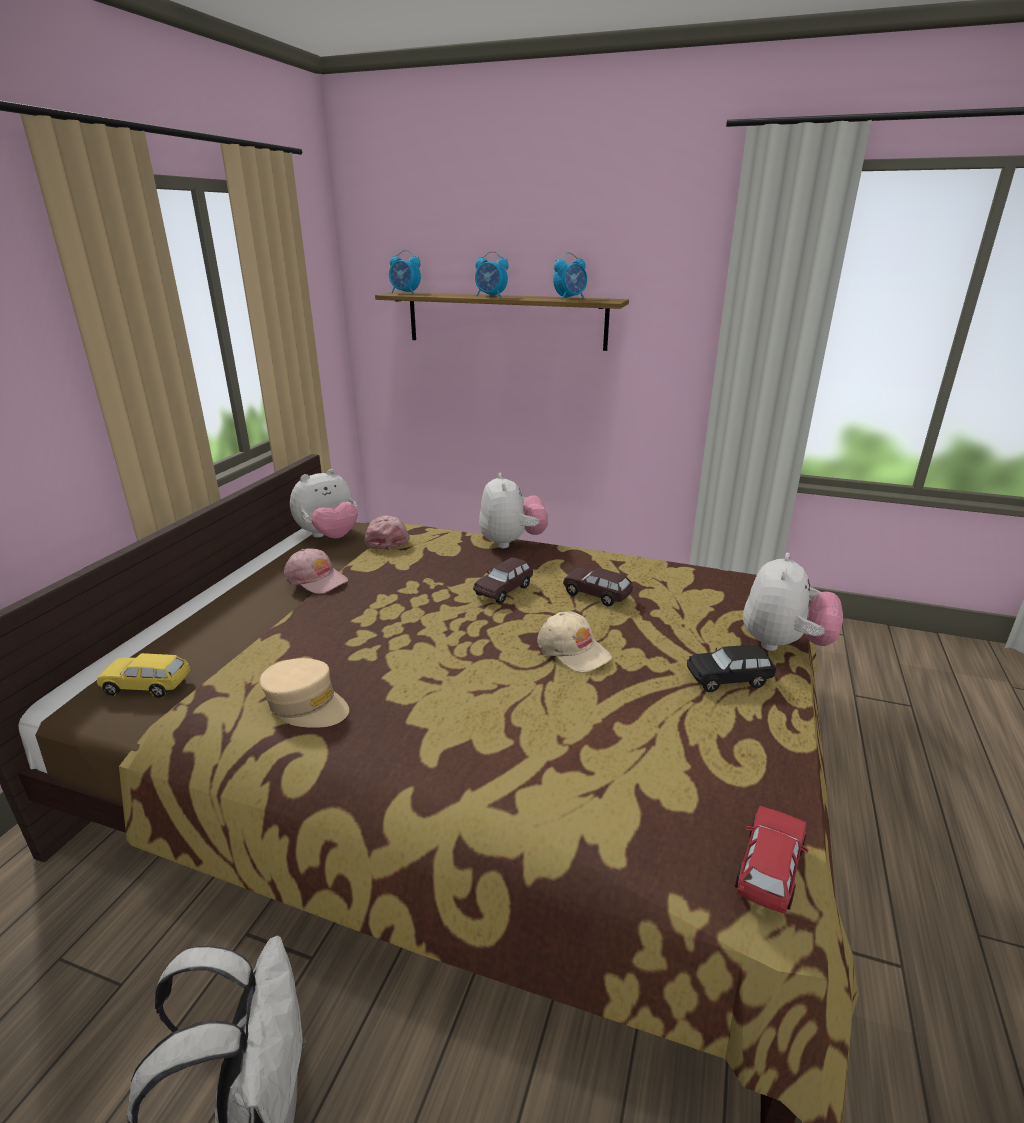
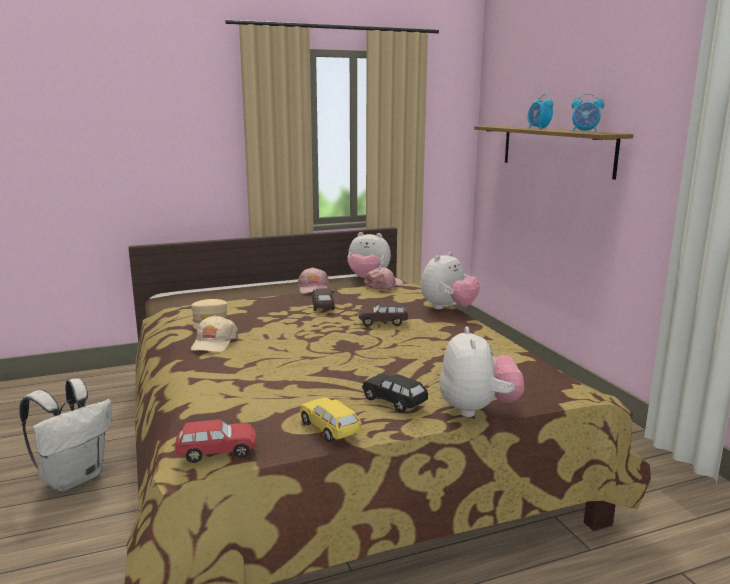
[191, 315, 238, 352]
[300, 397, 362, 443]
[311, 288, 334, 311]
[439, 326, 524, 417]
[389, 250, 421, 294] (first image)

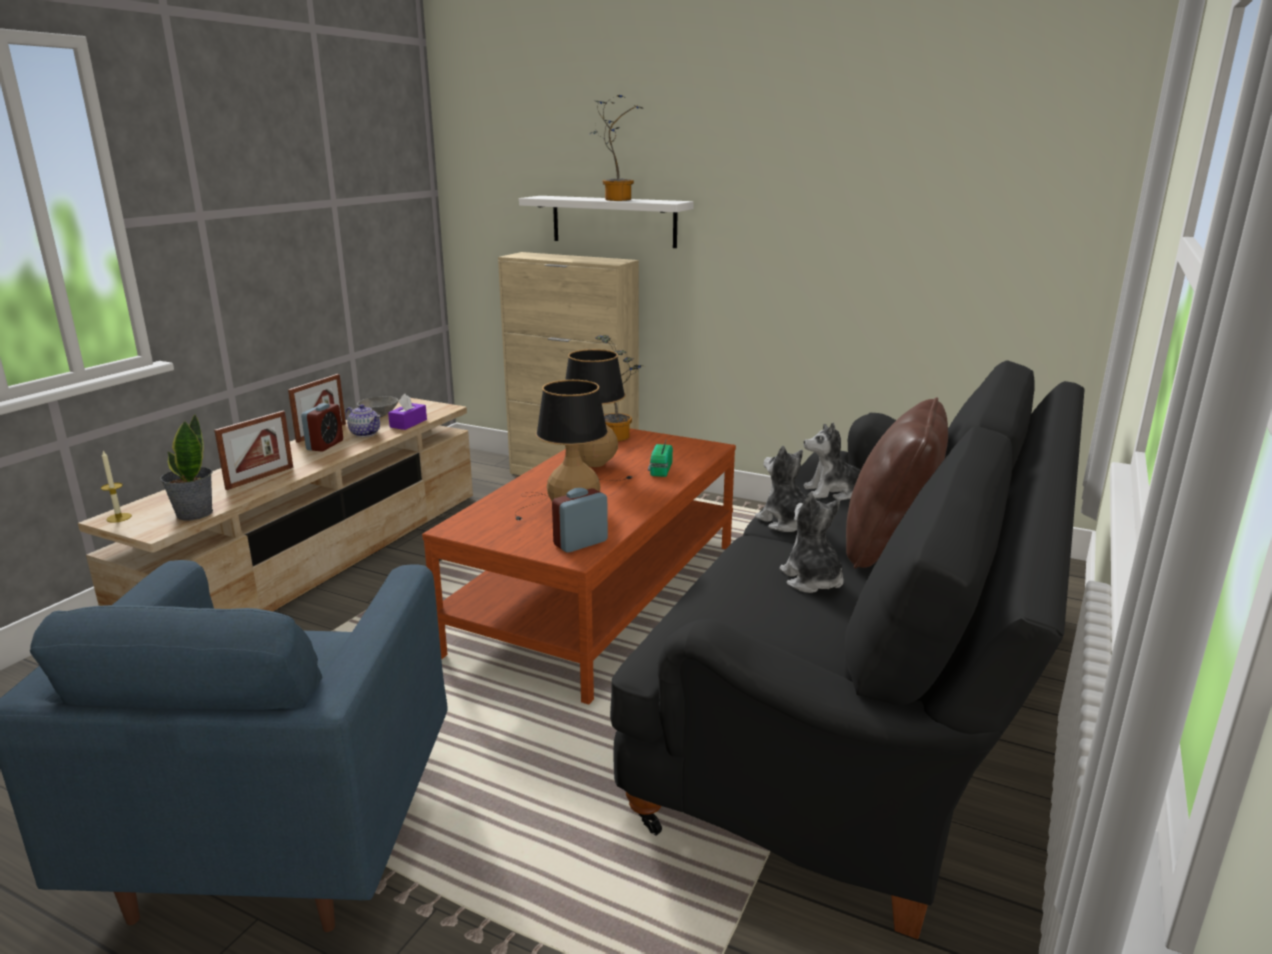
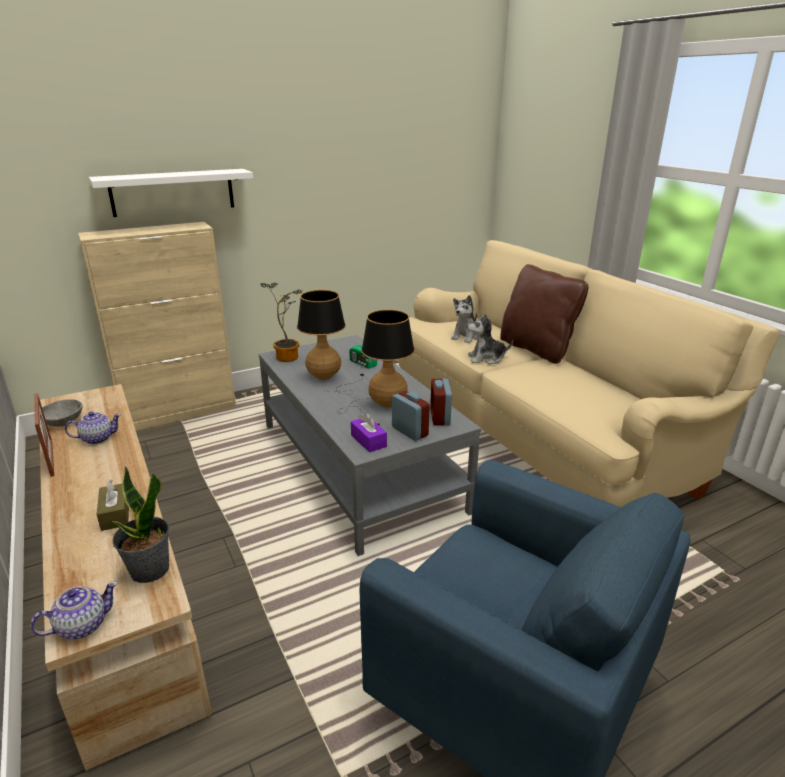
[30, 581, 118, 639]
[97, 480, 129, 531]
[259, 335, 481, 556]
[351, 413, 387, 453]
[392, 391, 430, 441]
[398, 240, 780, 507]
[590, 95, 643, 201] (first image)
[780, 493, 844, 593] (first image)

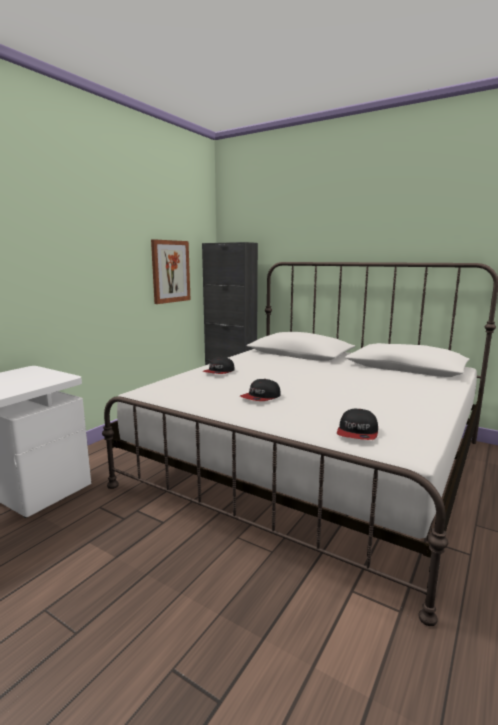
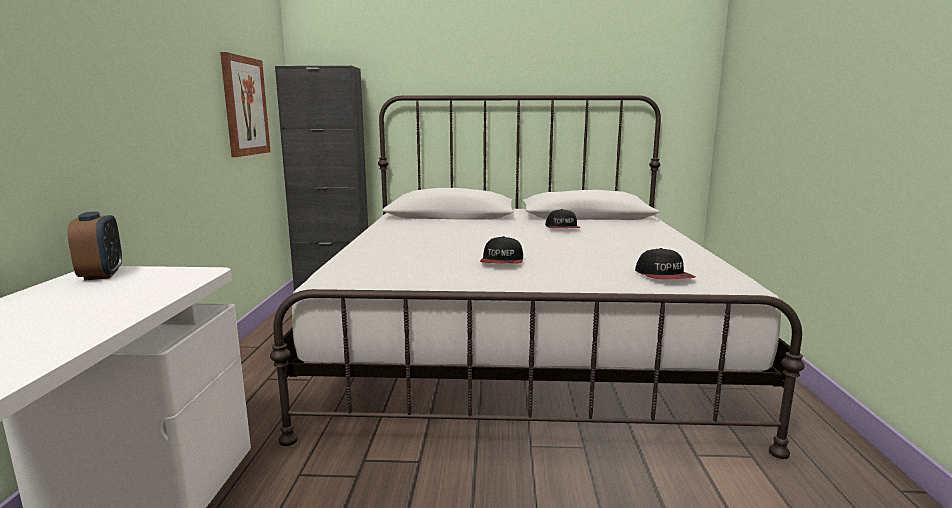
[67, 211, 122, 280]
[545, 209, 580, 228]

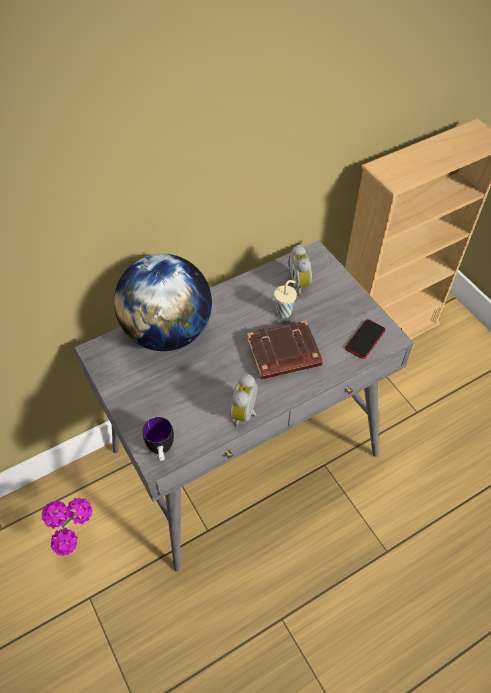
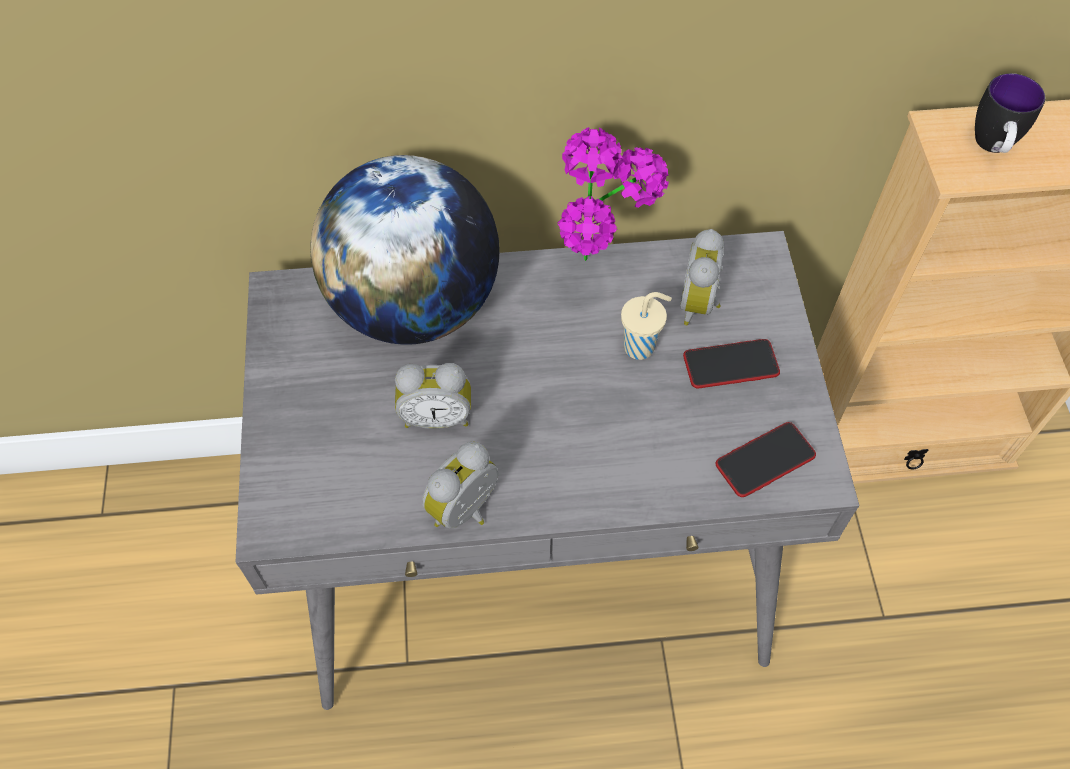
[395, 363, 471, 429]
[558, 127, 669, 261]
[683, 339, 780, 388]
[975, 73, 1045, 153]
[247, 320, 323, 380] (first image)

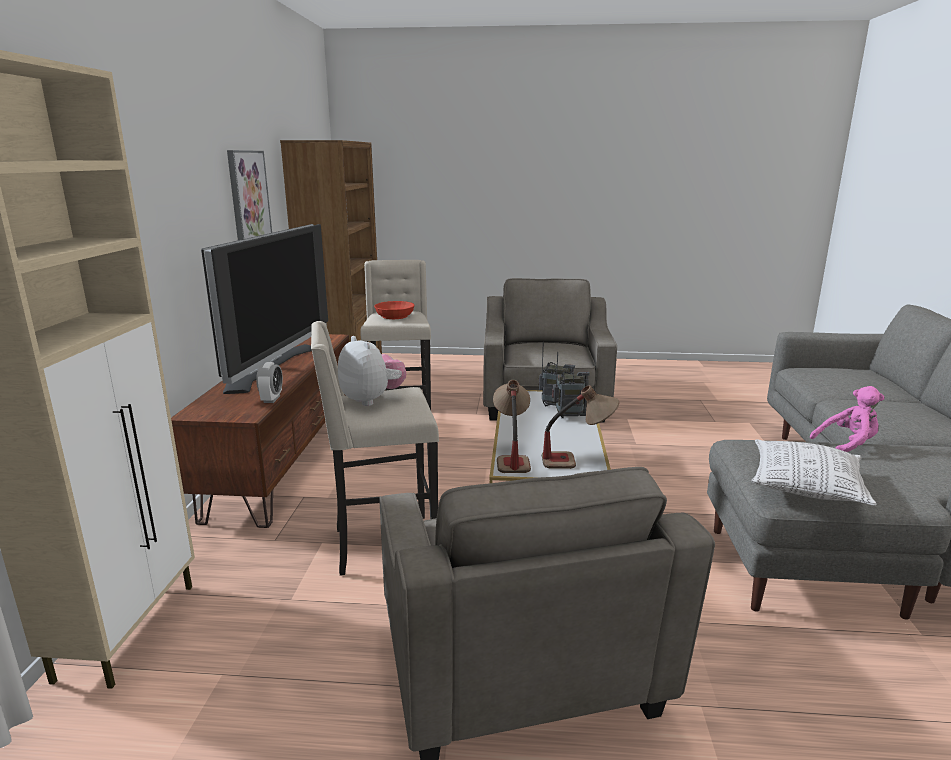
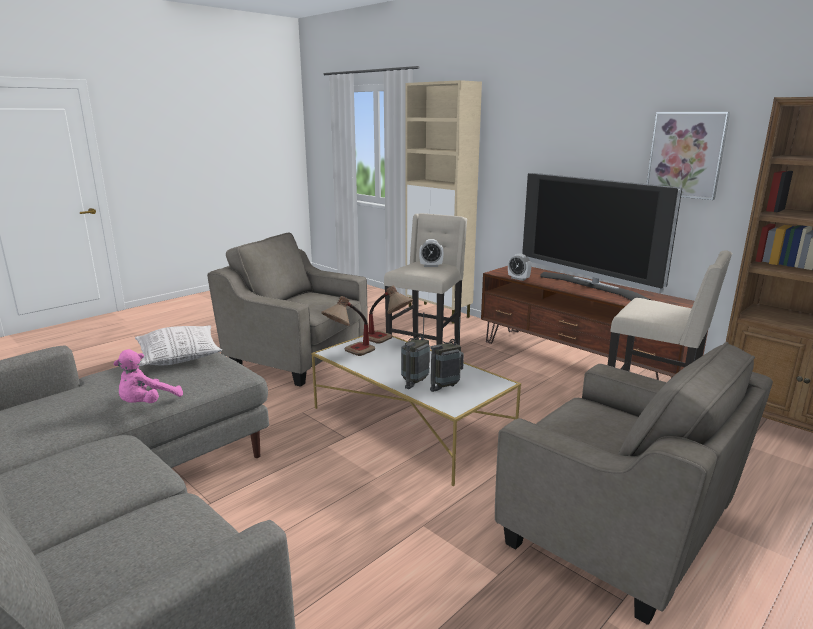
[419, 239, 444, 267]
[374, 301, 415, 319] (first image)

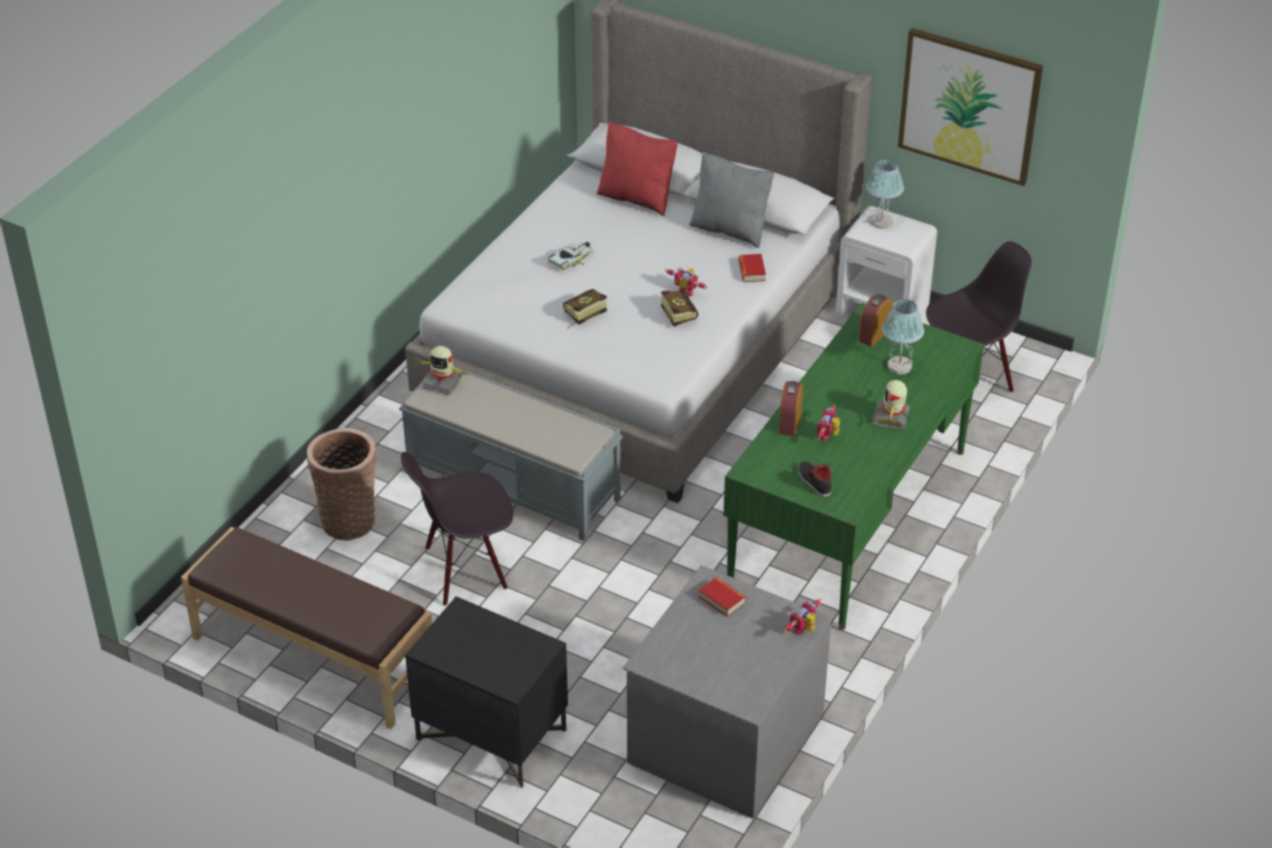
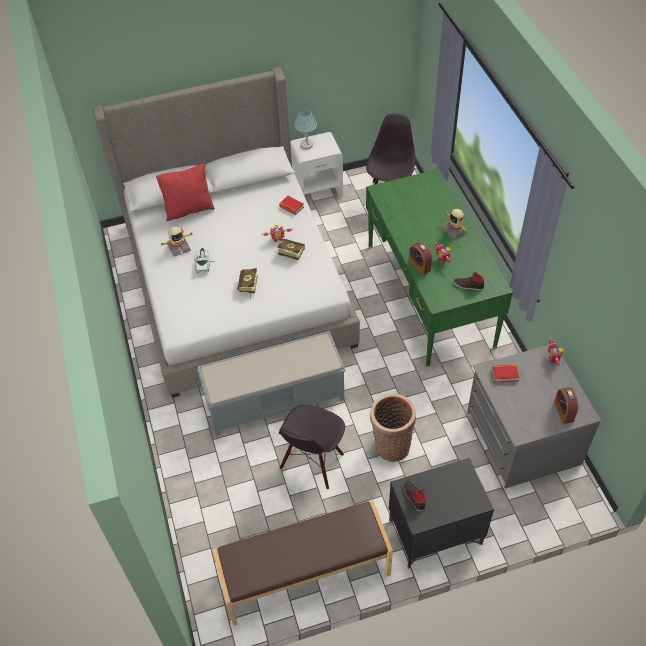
[161, 227, 194, 257]
[370, 393, 416, 462]
[404, 480, 426, 511]
[554, 387, 578, 424]
[689, 152, 774, 248] (first image)
[882, 299, 924, 375] (first image)
[898, 28, 1043, 186] (first image)

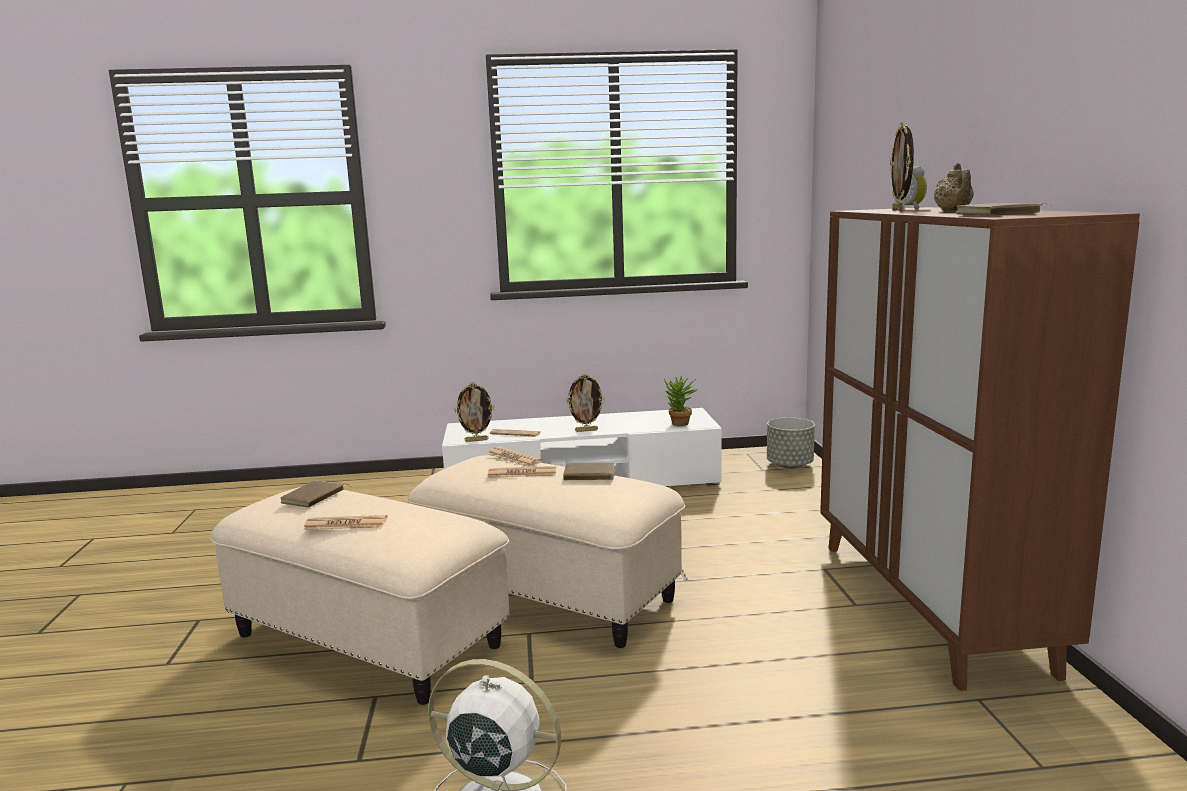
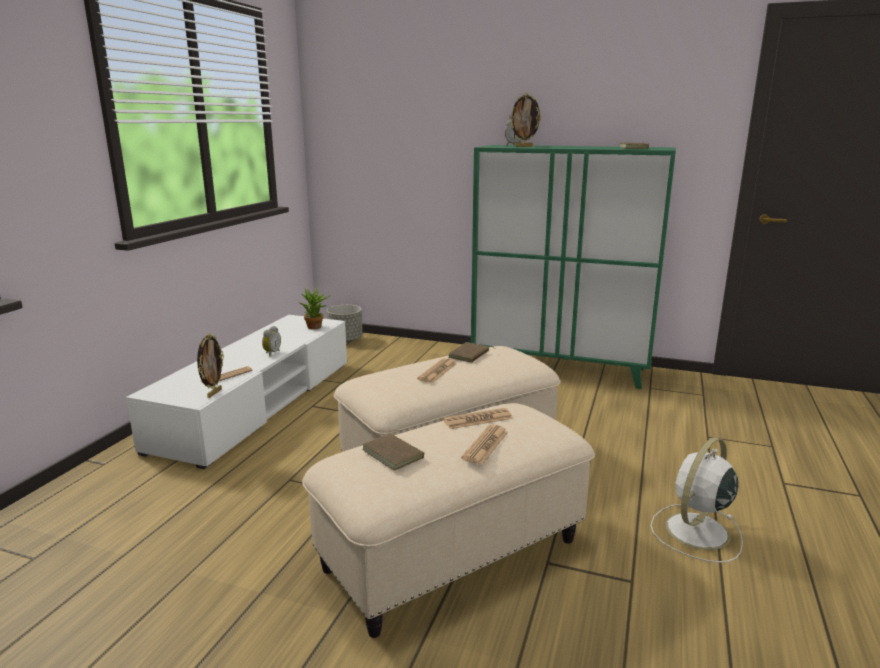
[262, 326, 281, 357]
[443, 408, 513, 429]
[471, 145, 676, 389]
[934, 163, 974, 212] (first image)

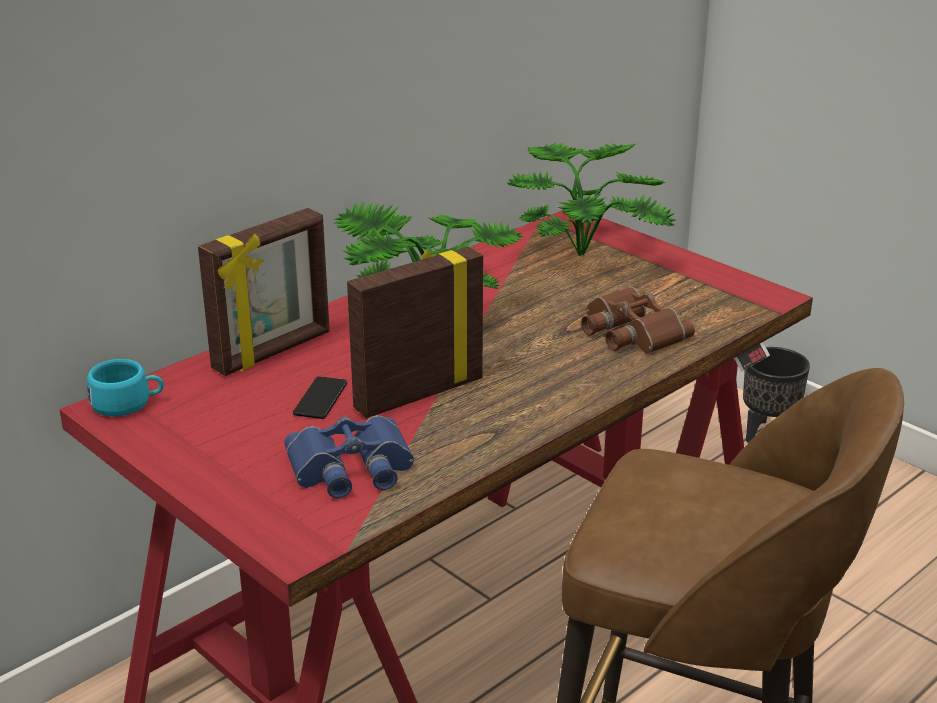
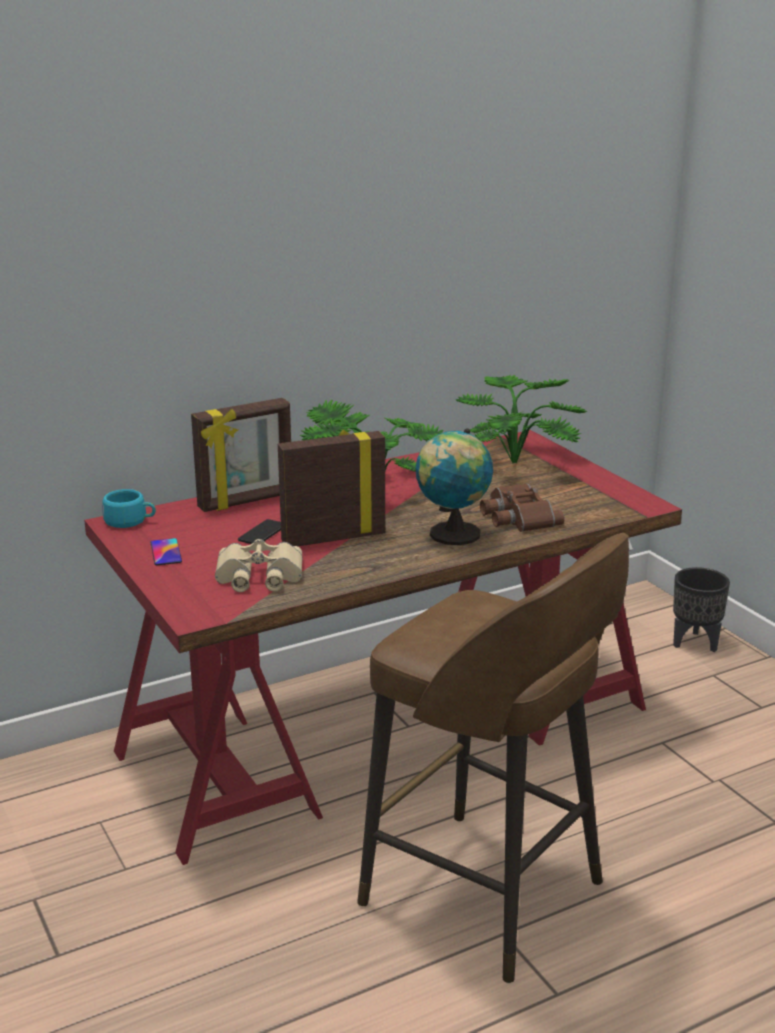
[150, 538, 182, 565]
[215, 539, 303, 592]
[415, 429, 493, 545]

